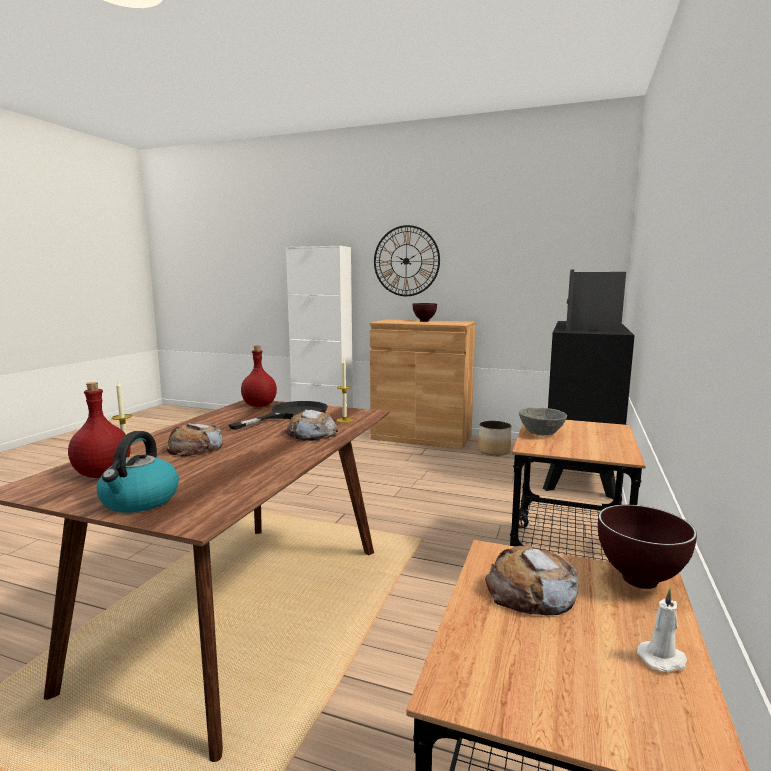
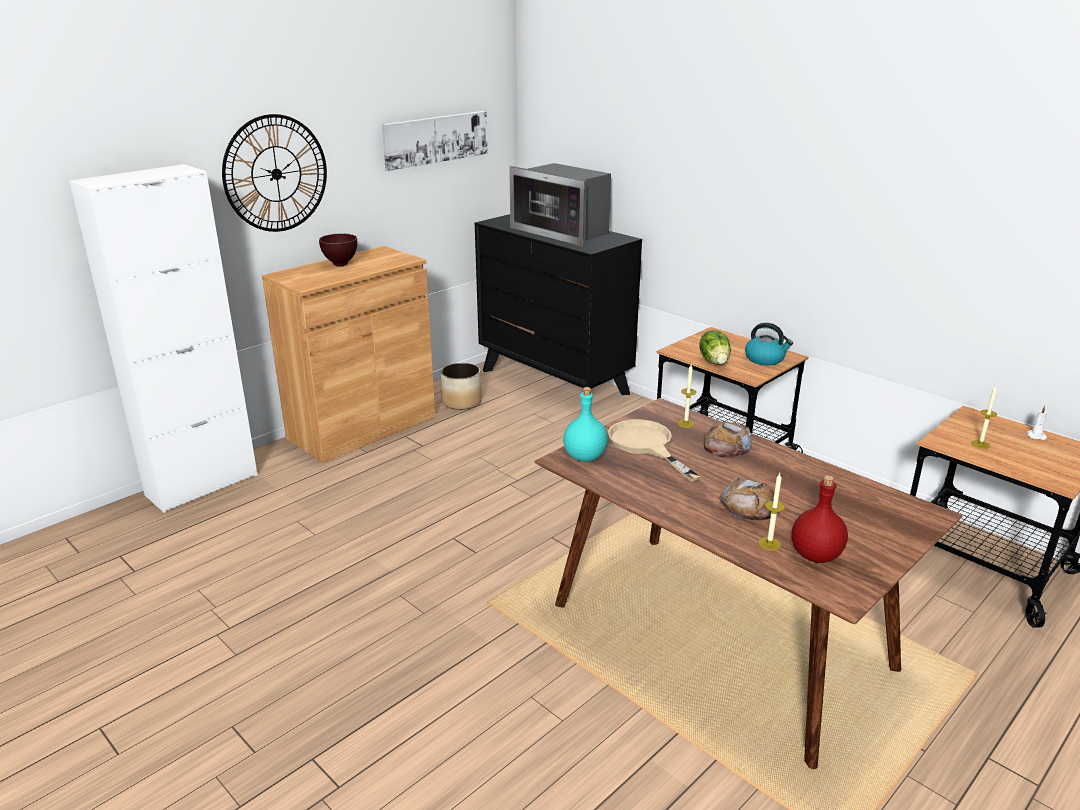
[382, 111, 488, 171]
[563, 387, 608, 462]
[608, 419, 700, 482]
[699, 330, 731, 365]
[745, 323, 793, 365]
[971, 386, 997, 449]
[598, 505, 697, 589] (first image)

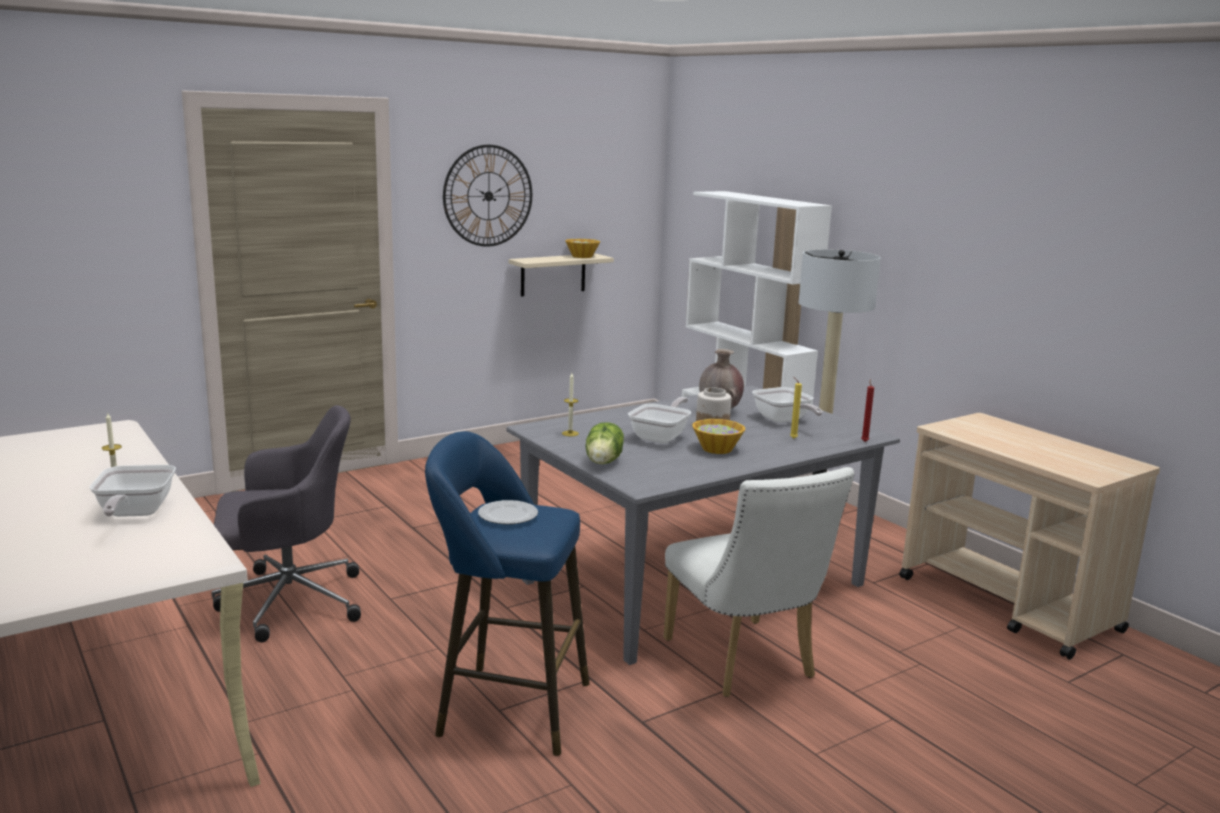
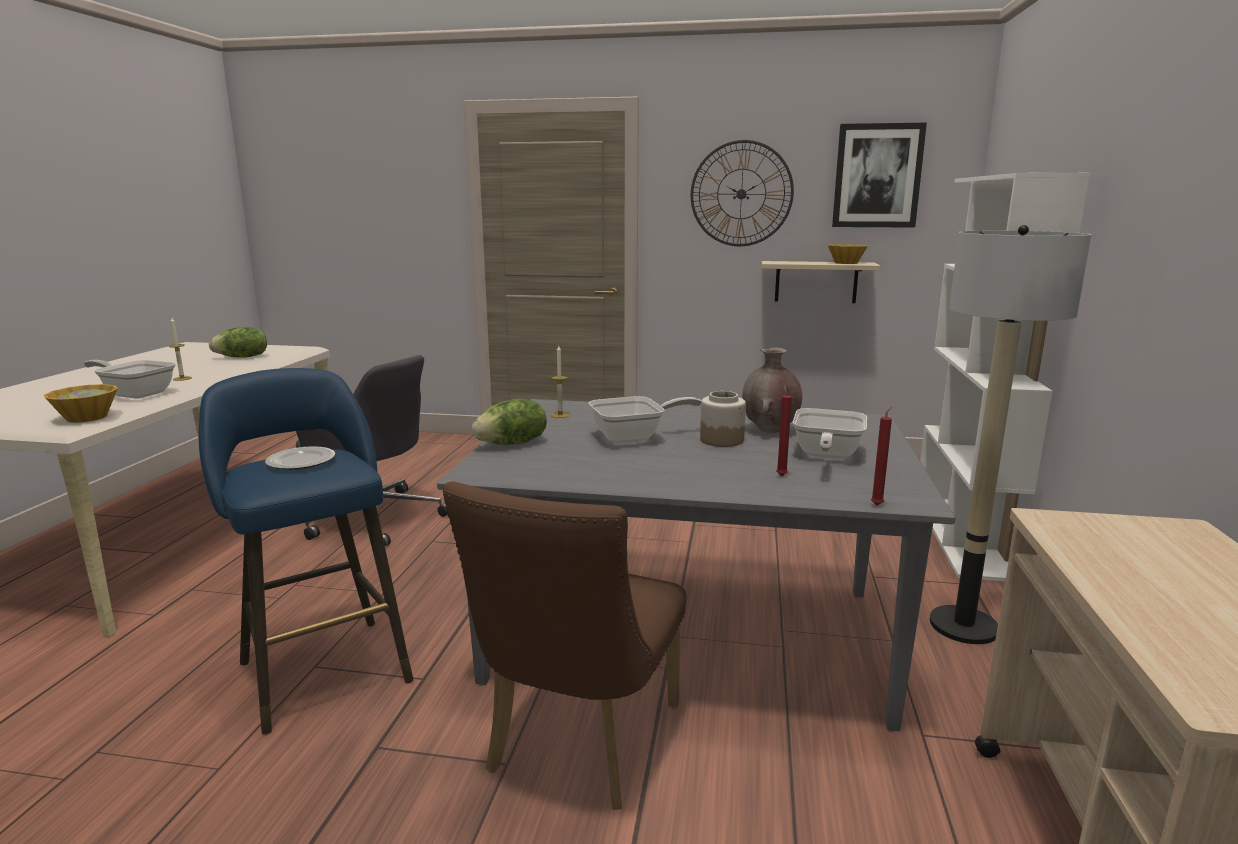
[44, 384, 118, 423]
[84, 360, 176, 399]
[209, 327, 267, 358]
[443, 481, 686, 810]
[776, 385, 792, 476]
[832, 122, 927, 228]

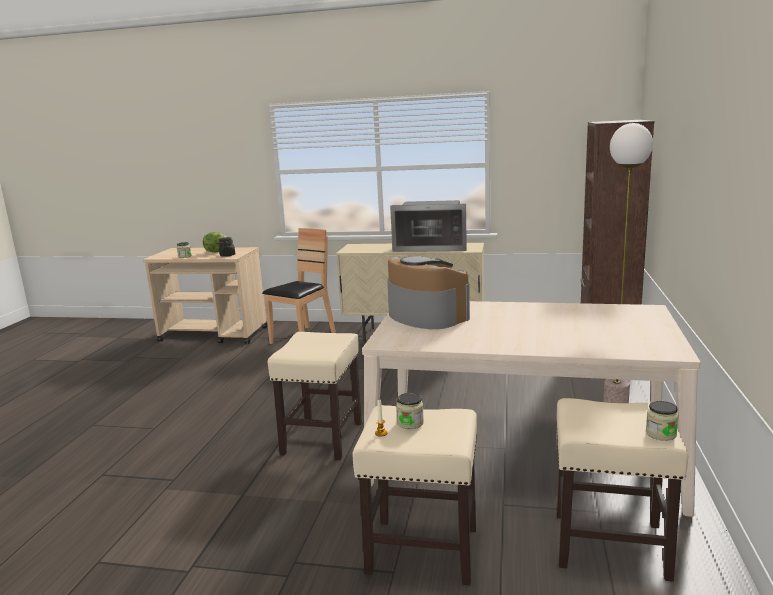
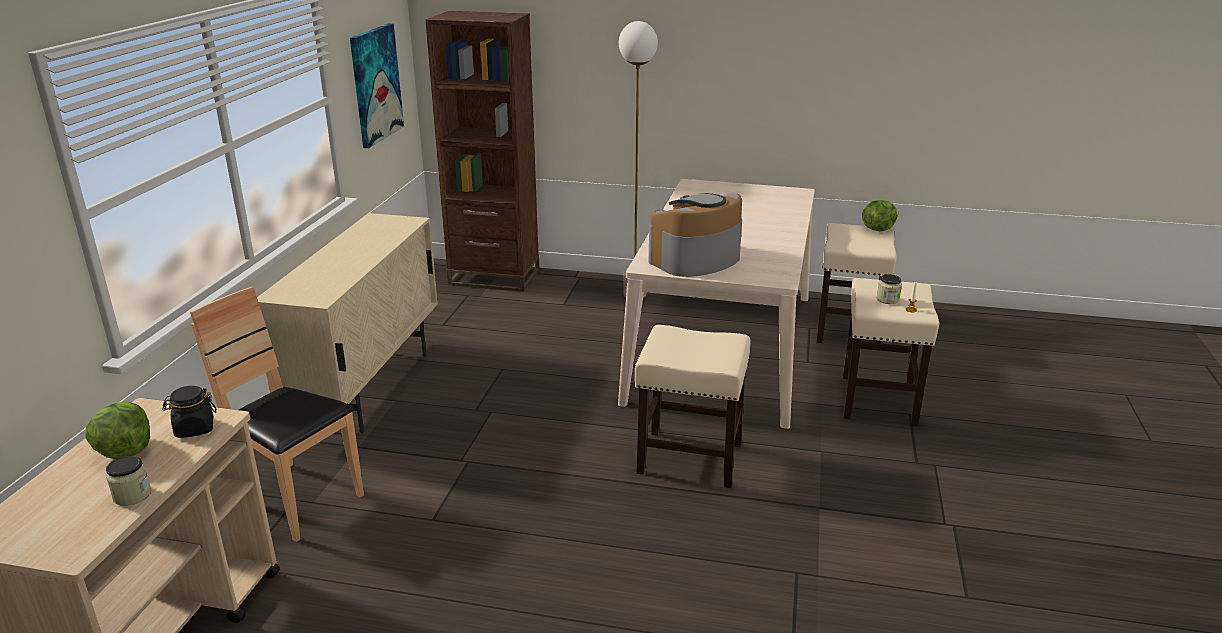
[350, 24, 404, 148]
[862, 200, 898, 232]
[390, 200, 467, 252] (first image)

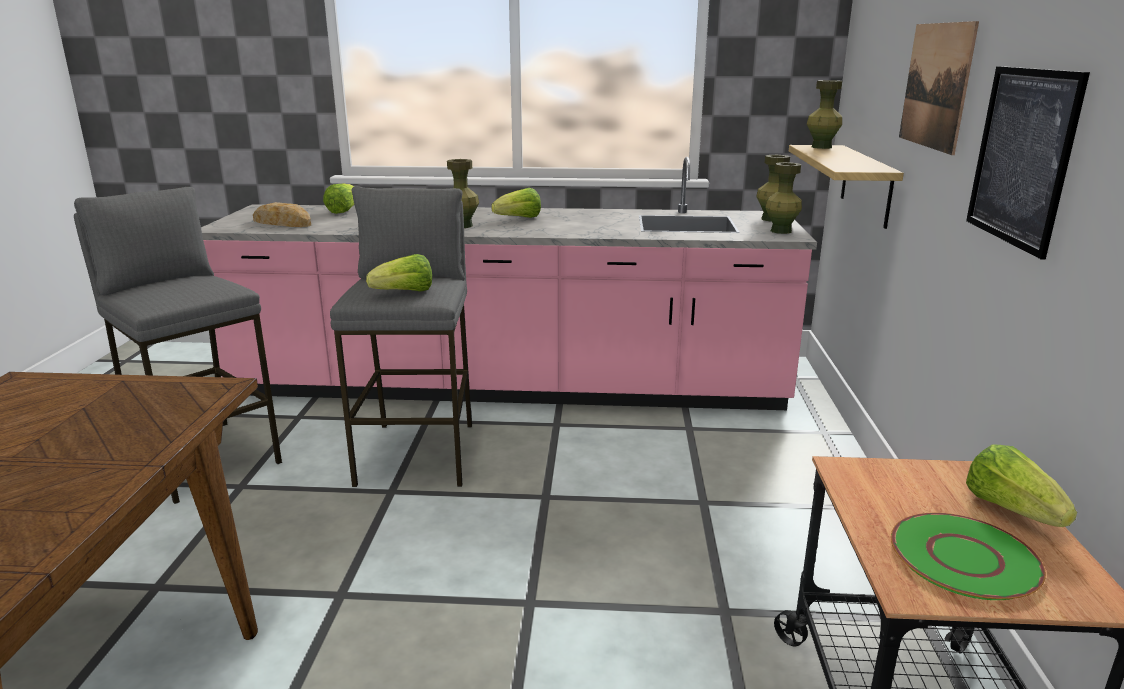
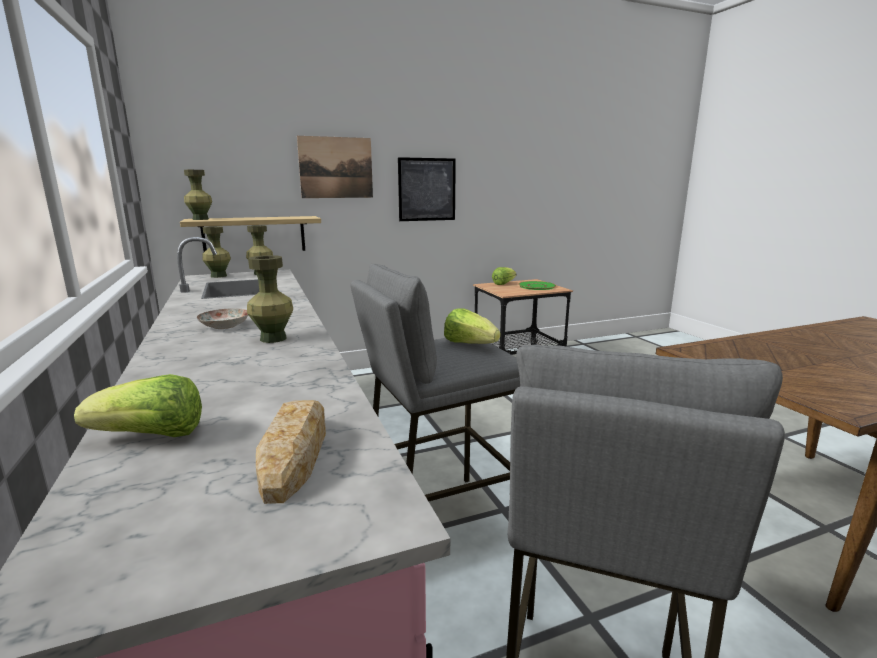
[197, 308, 248, 329]

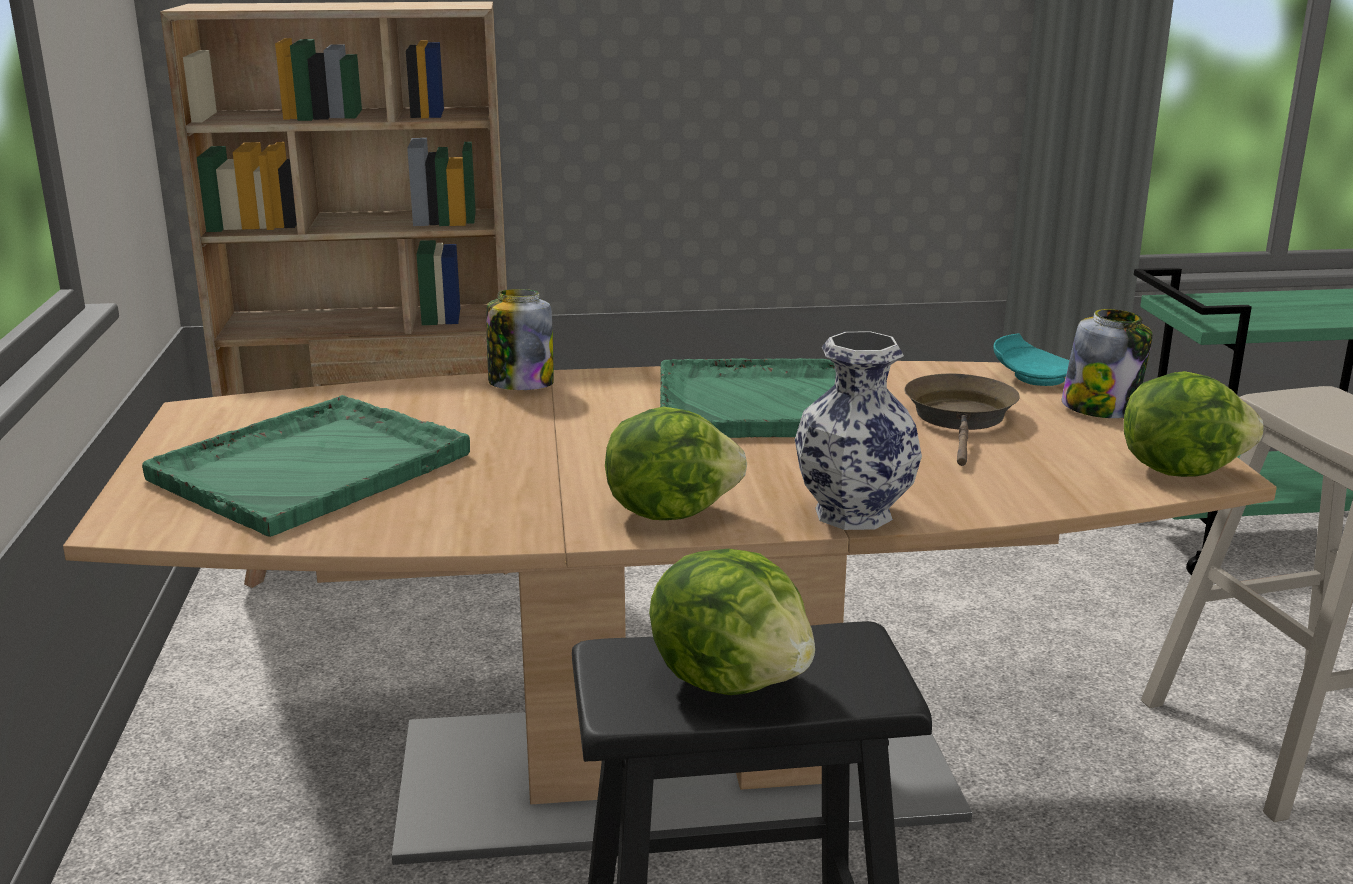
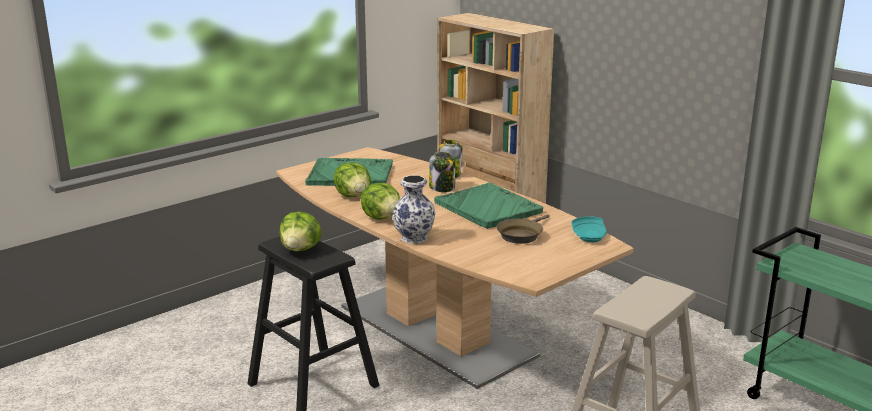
[334, 163, 371, 197]
[429, 152, 455, 192]
[496, 214, 550, 244]

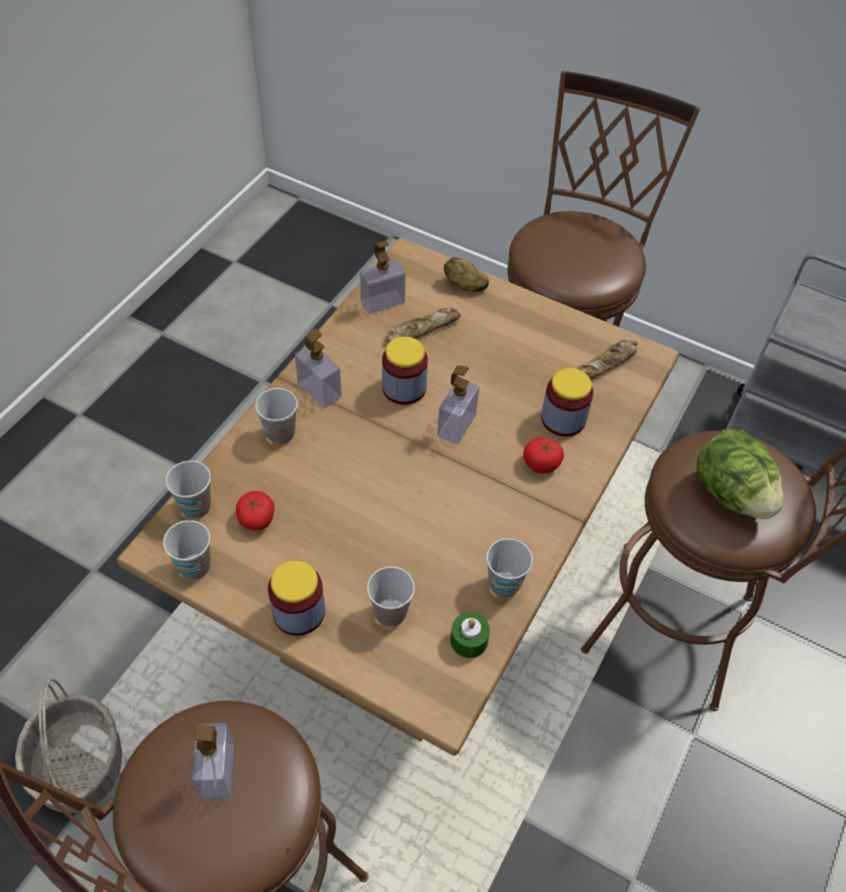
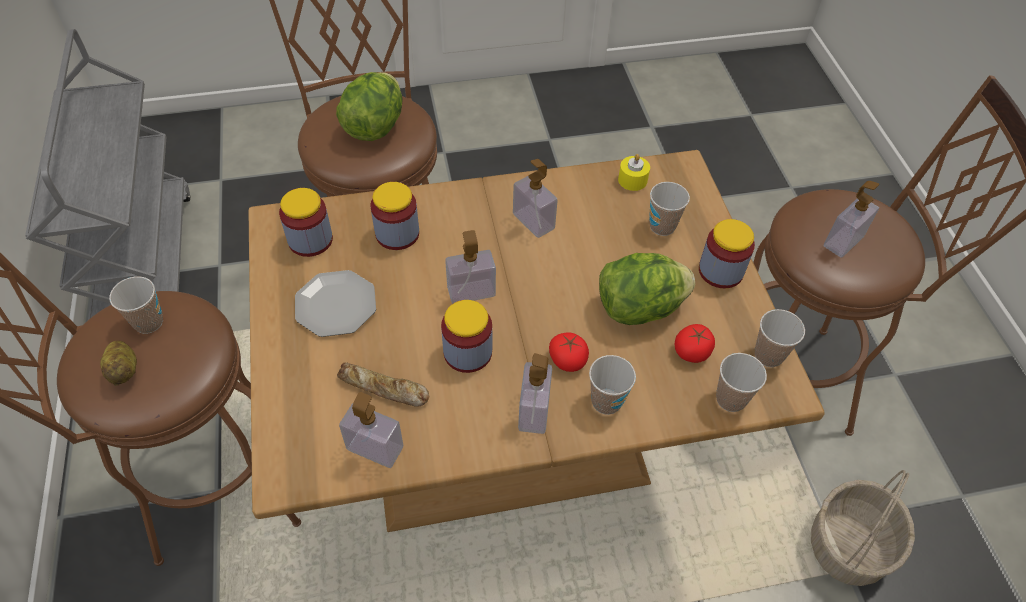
[100, 341, 137, 385]
[109, 276, 163, 334]
[279, 188, 333, 257]
[295, 270, 376, 337]
[513, 159, 558, 238]
[549, 333, 589, 372]
[599, 253, 695, 325]
[618, 154, 650, 191]

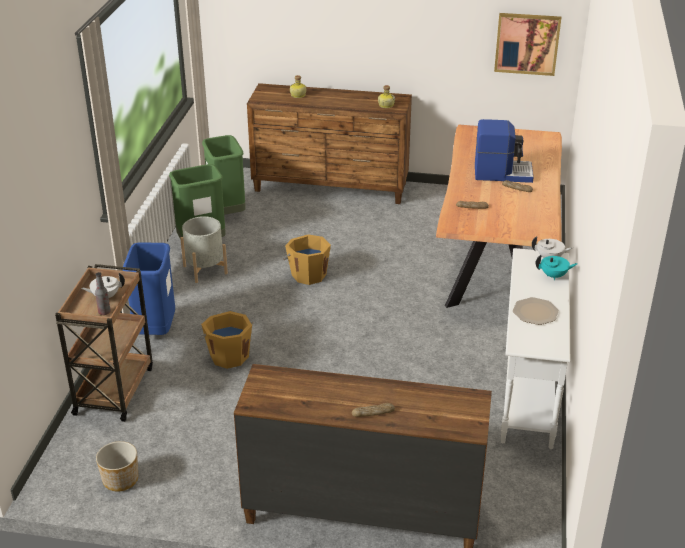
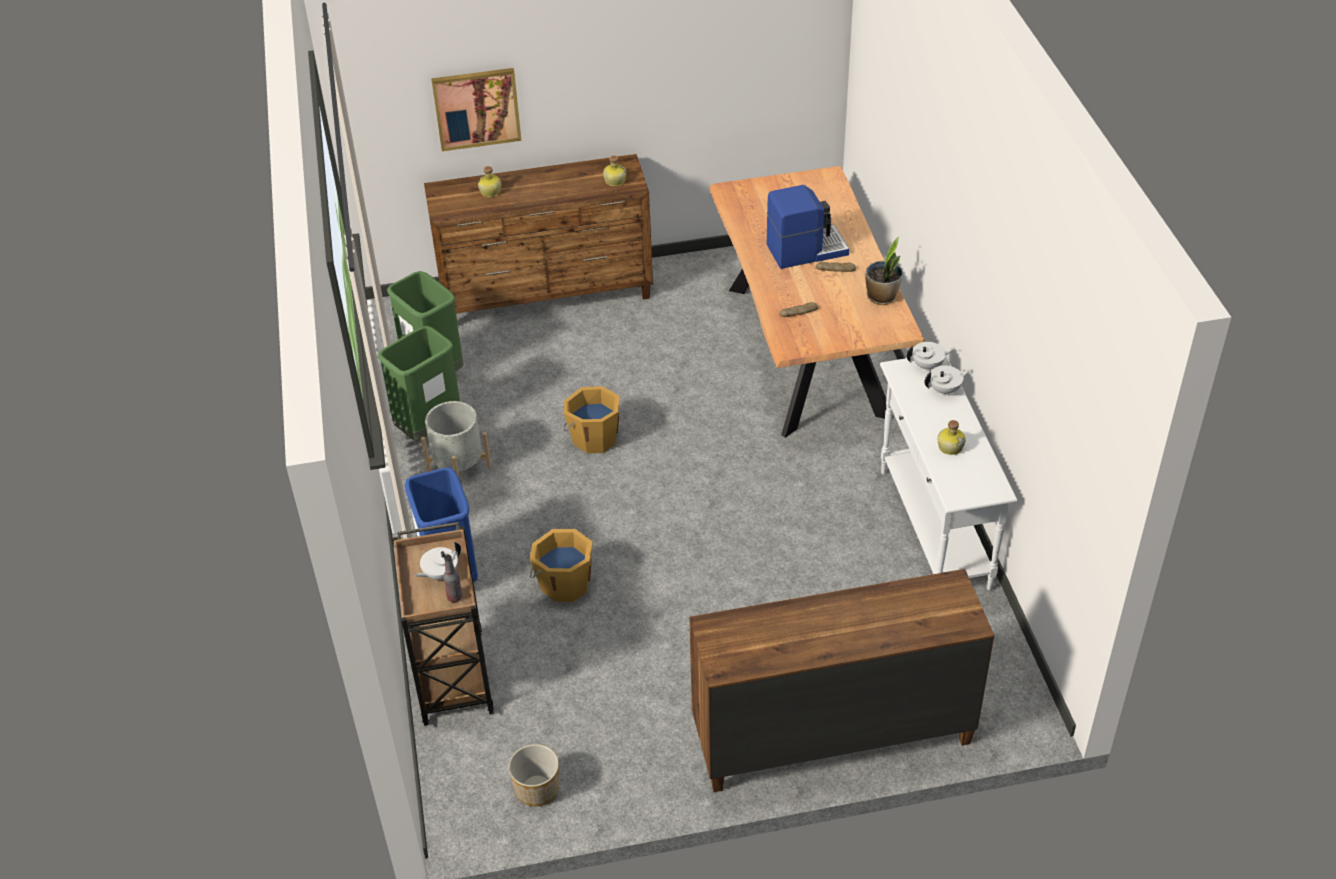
[431, 68, 521, 151]
[866, 237, 903, 305]
[924, 365, 970, 396]
[938, 420, 966, 455]
[352, 403, 395, 417] (first image)

